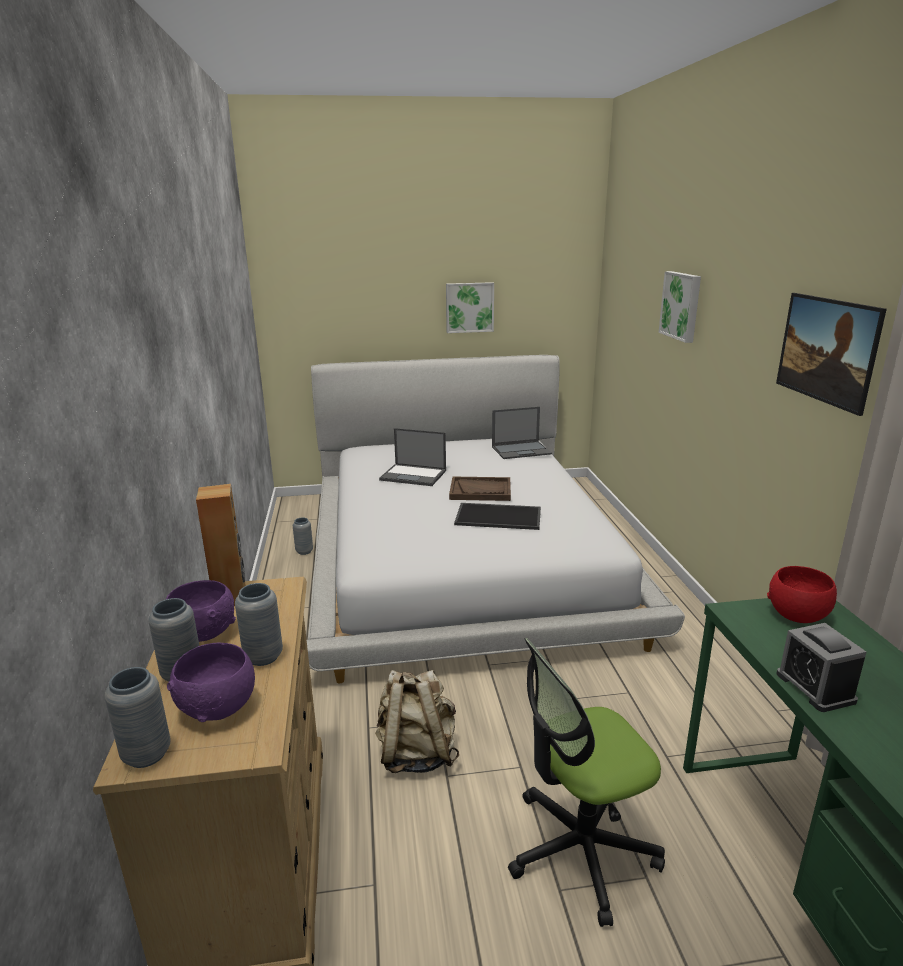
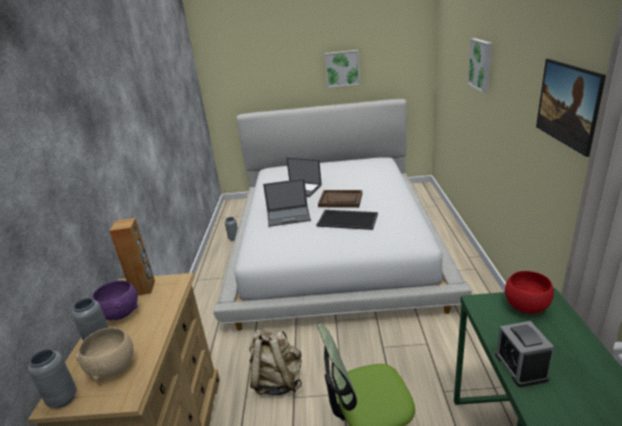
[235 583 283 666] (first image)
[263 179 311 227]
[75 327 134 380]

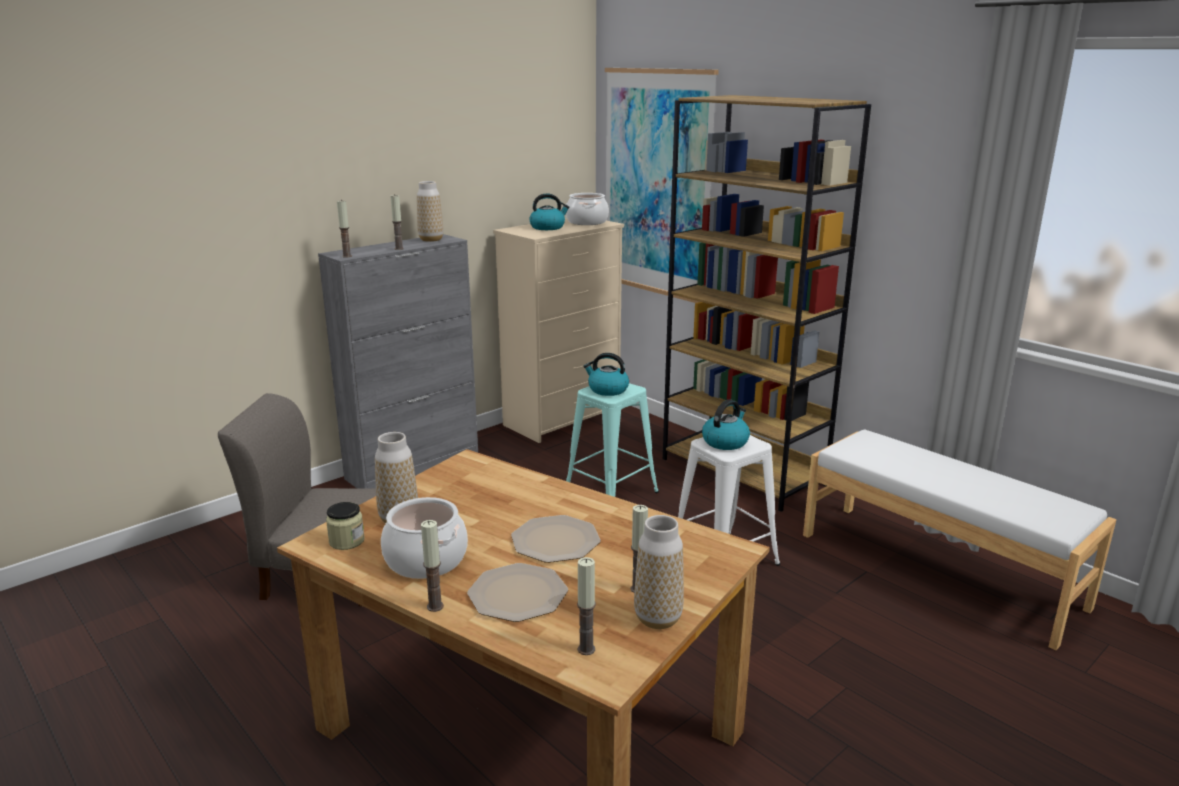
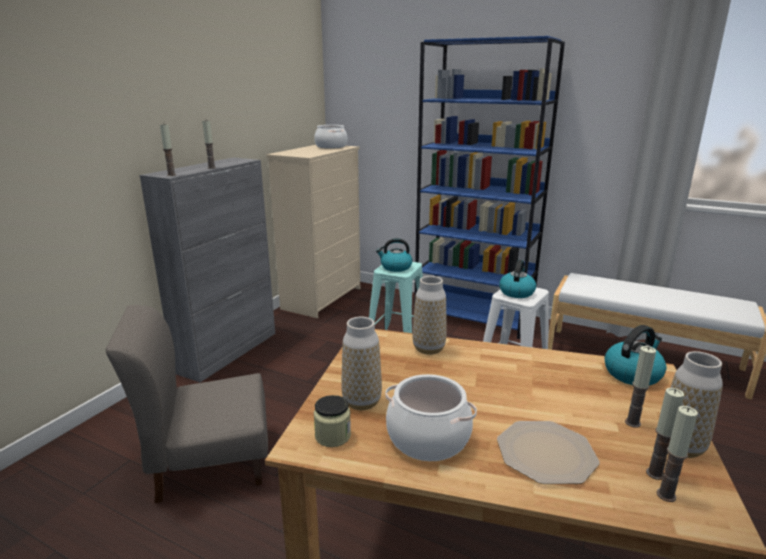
[511 515 601 563] (first image)
[605 68 719 303] (first image)
[413 276 446 355]
[646 388 684 480]
[605 325 667 386]
[414 36 565 339]

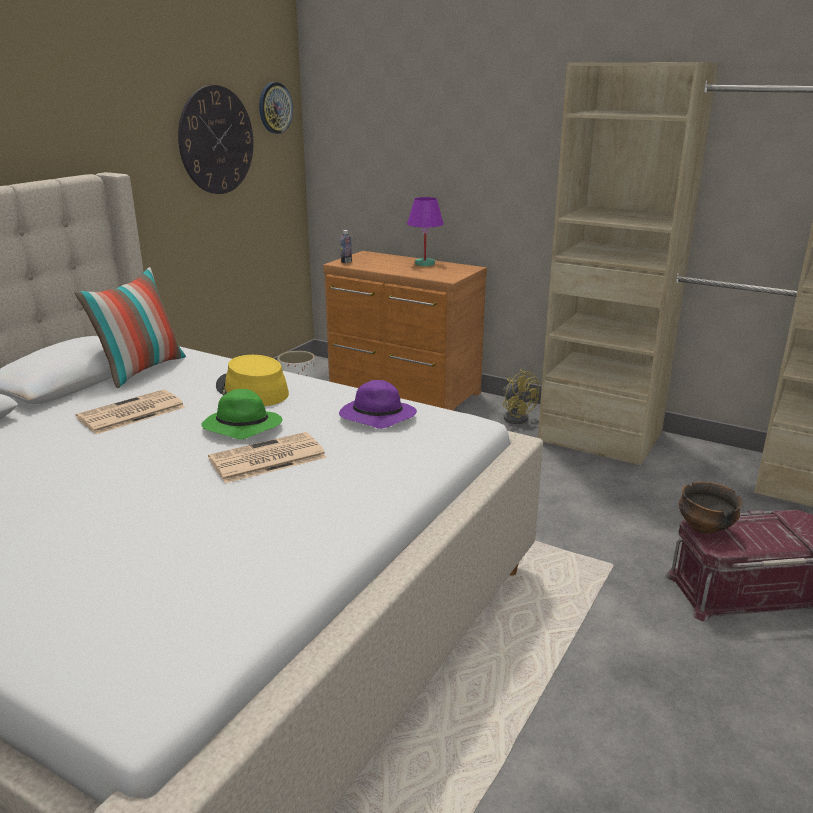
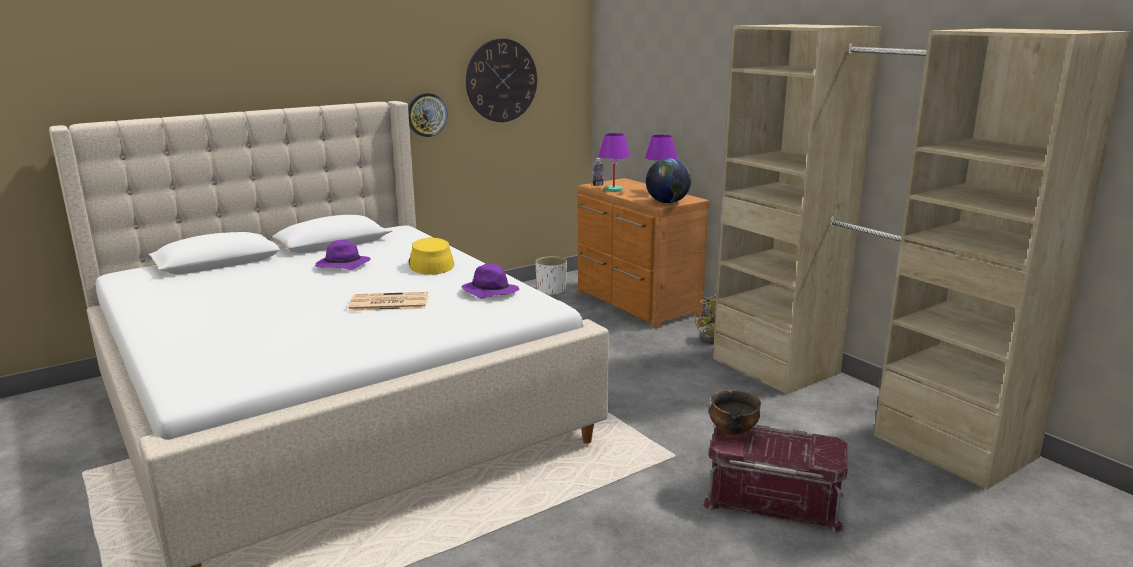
[74 267 186 388] (first image)
[201 389 283 439] (first image)
[598 133 630 192]
[646 158 691 203]
[408 93 447 137]
[315 240 371 270]

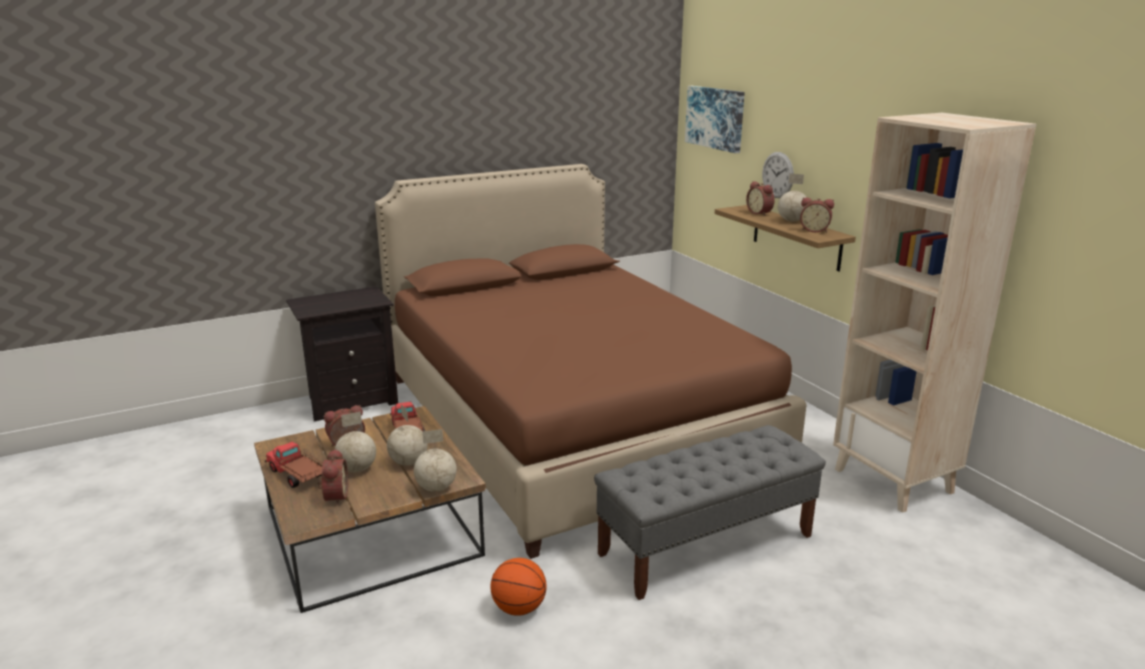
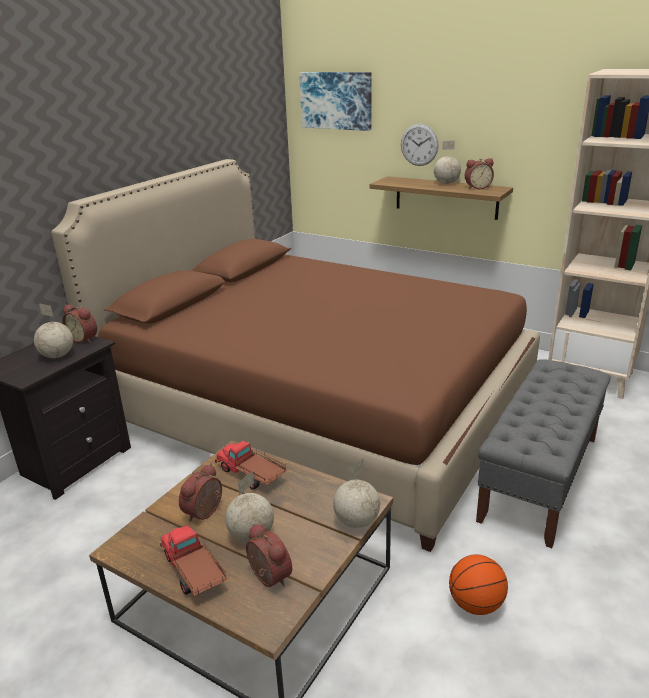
[34 303 73 358]
[62 304 97 343]
[160 525 228 596]

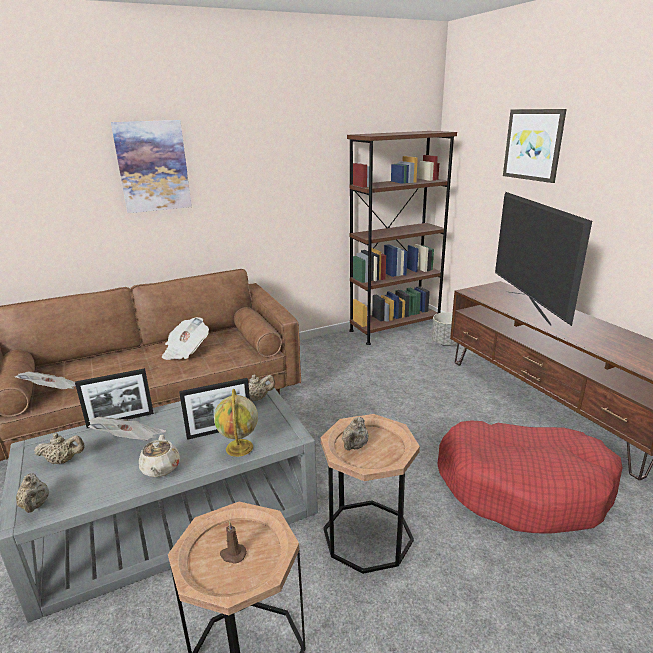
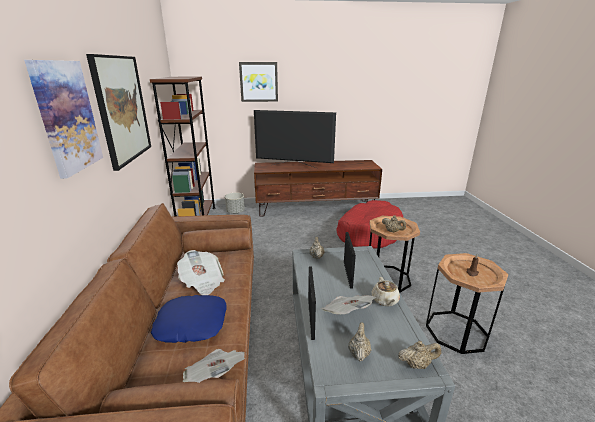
[214 389 258 457] (first image)
[86 54 151 171]
[151 295 227 343]
[372 277 400 306]

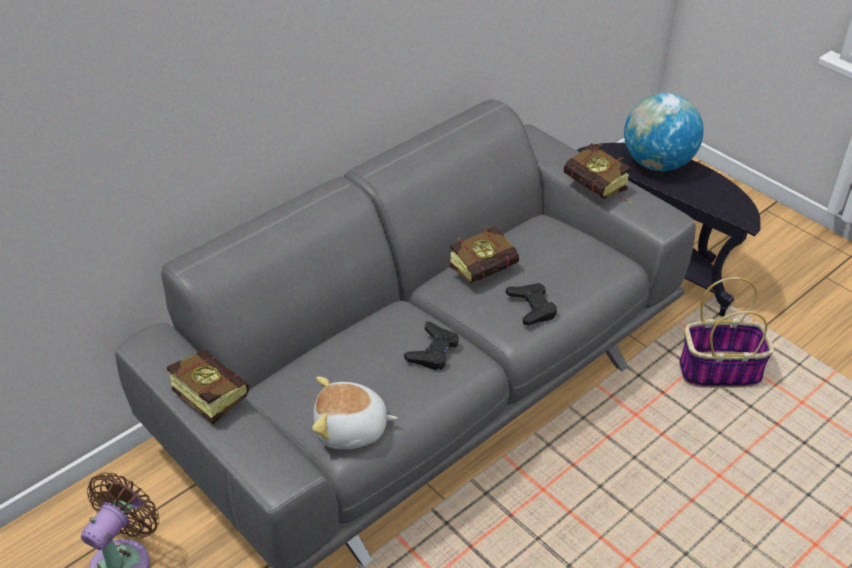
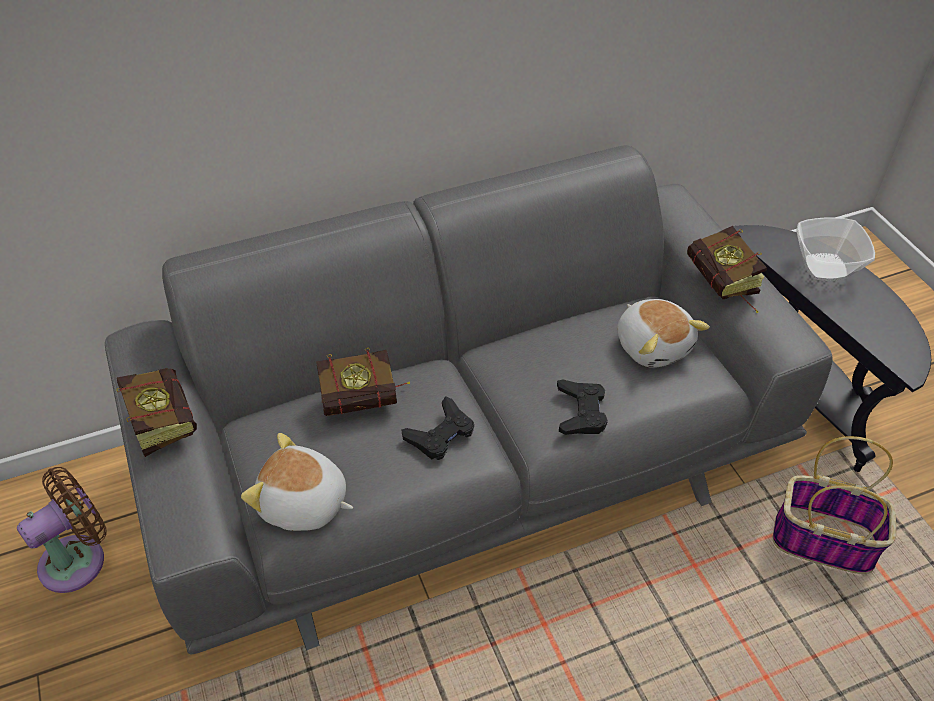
[617 299 710 368]
[316 348 410 416]
[797 217 875 281]

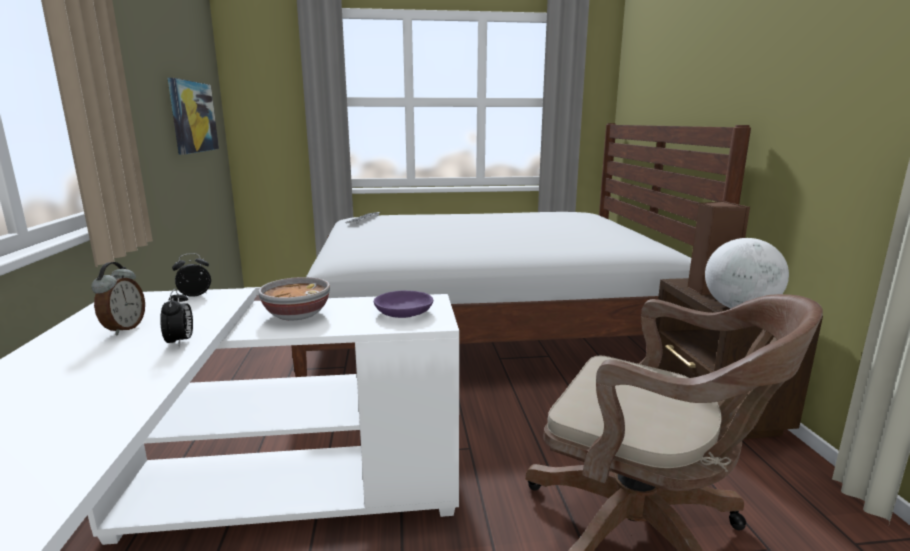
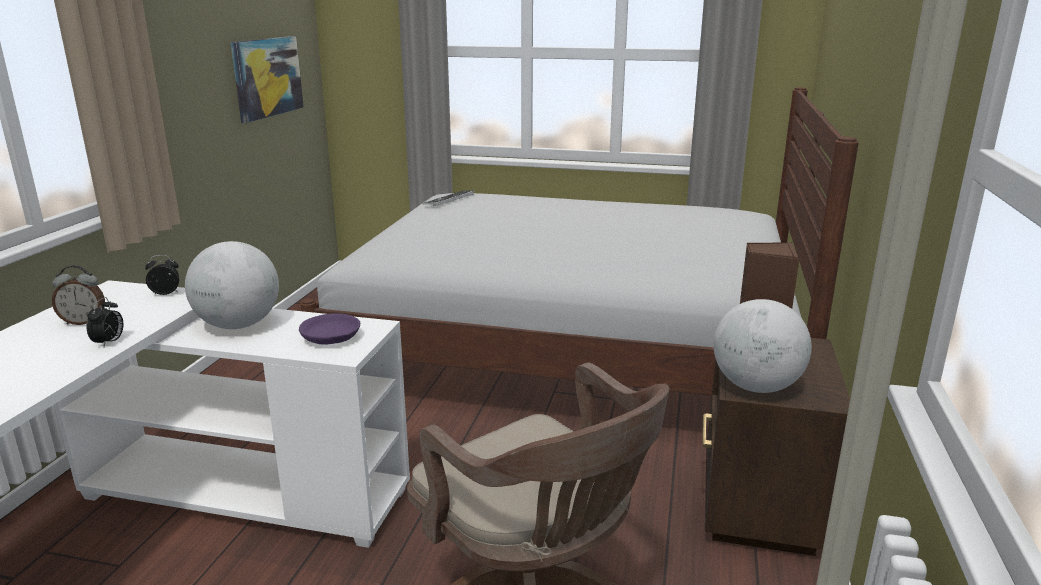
[185 241 279 329]
[52 265 105 325]

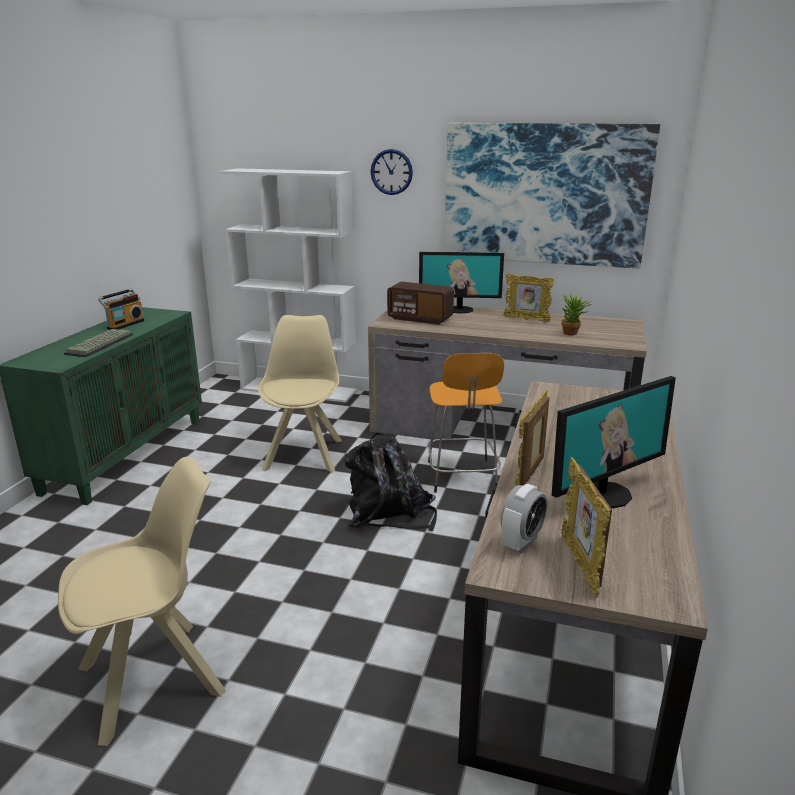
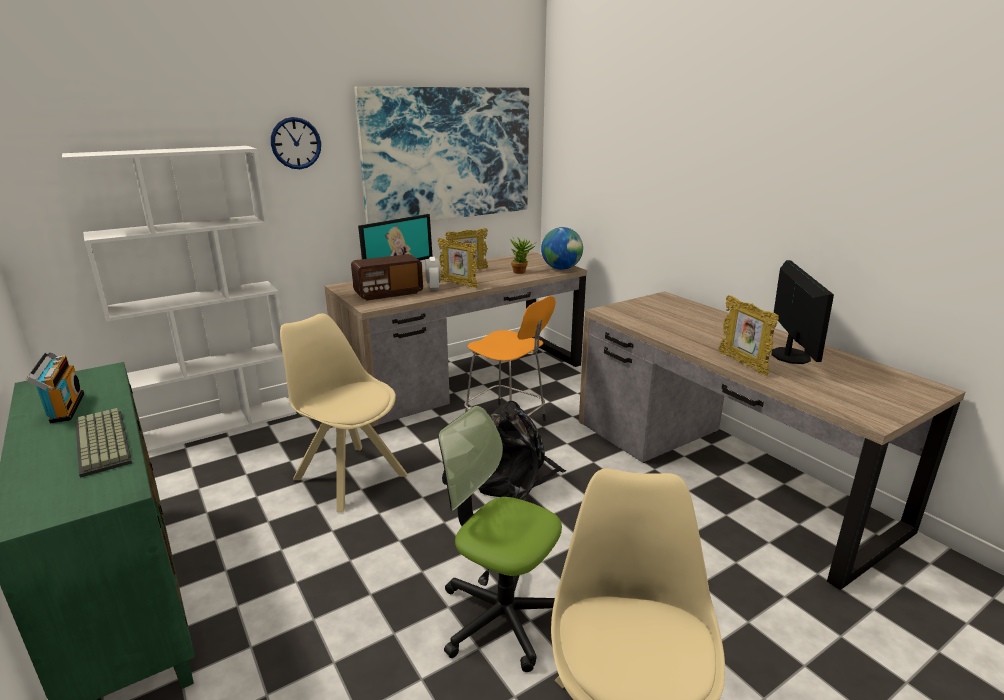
[438 406 562 672]
[541 227 583 270]
[425 257 441 290]
[438 238 478 288]

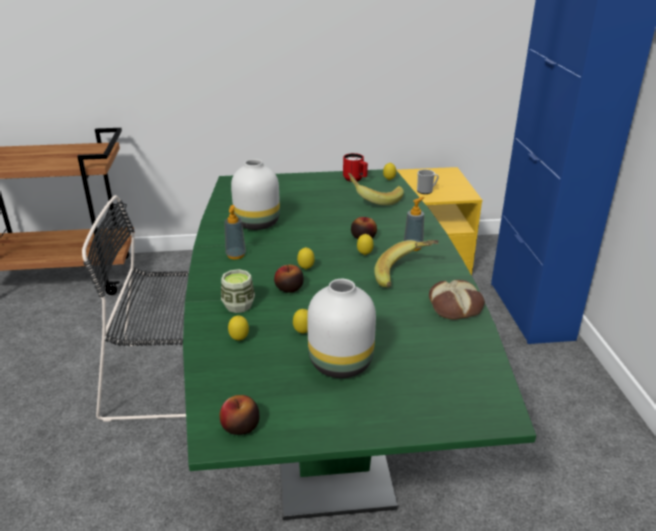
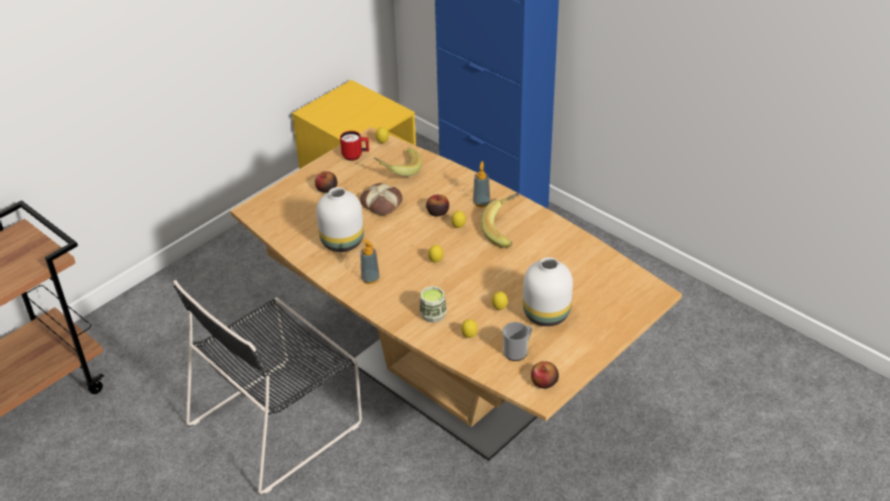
[315 171 337 193]
[503 322 533 361]
[360 183 403 215]
[230 127 682 461]

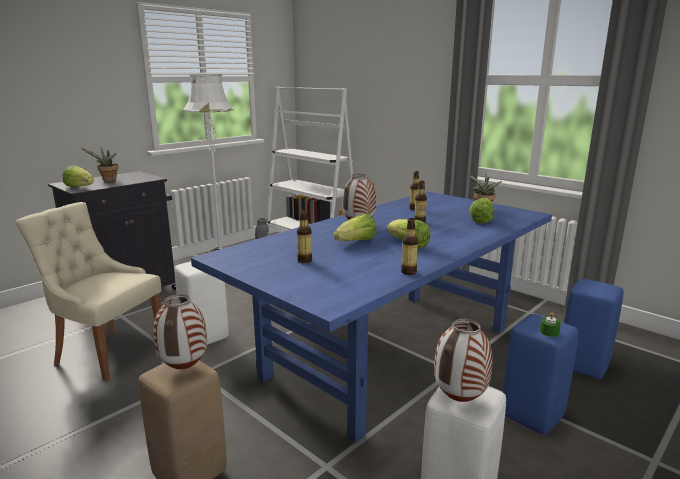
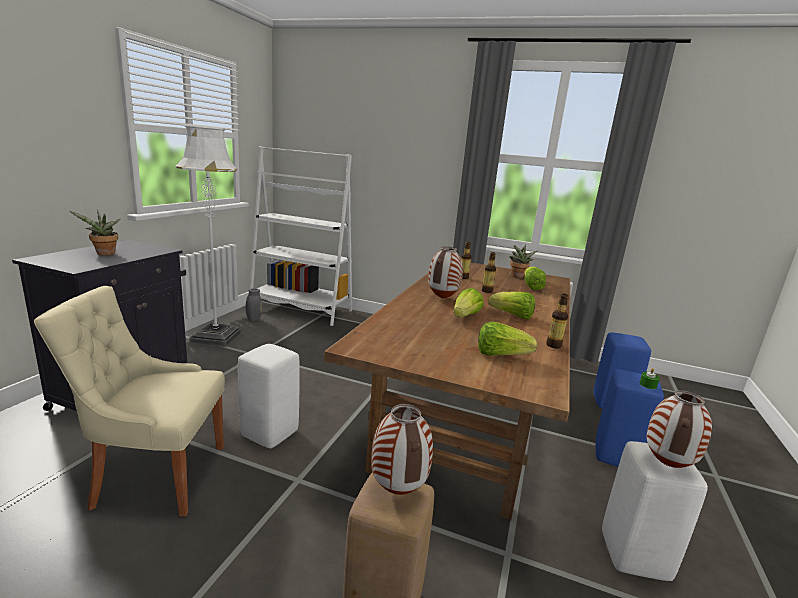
[297 209 312 263] (first image)
[478 321 537 356]
[324 263 570 520]

